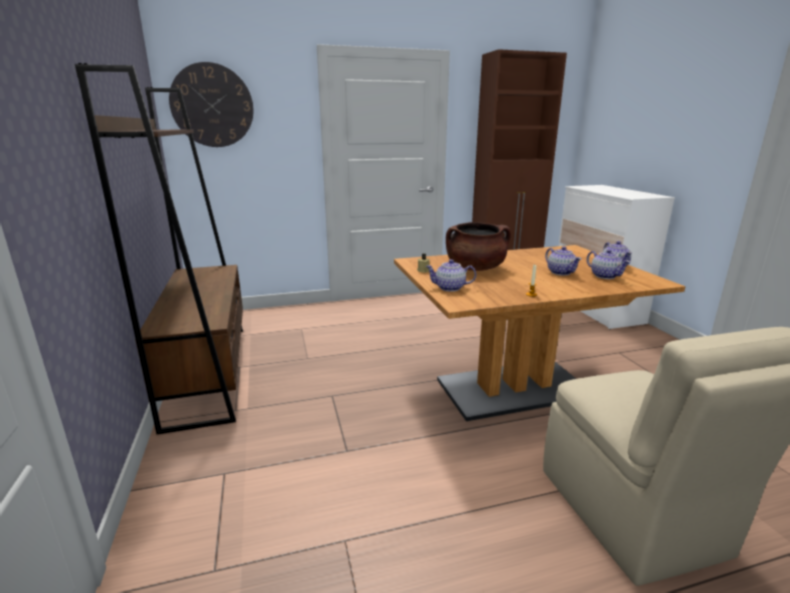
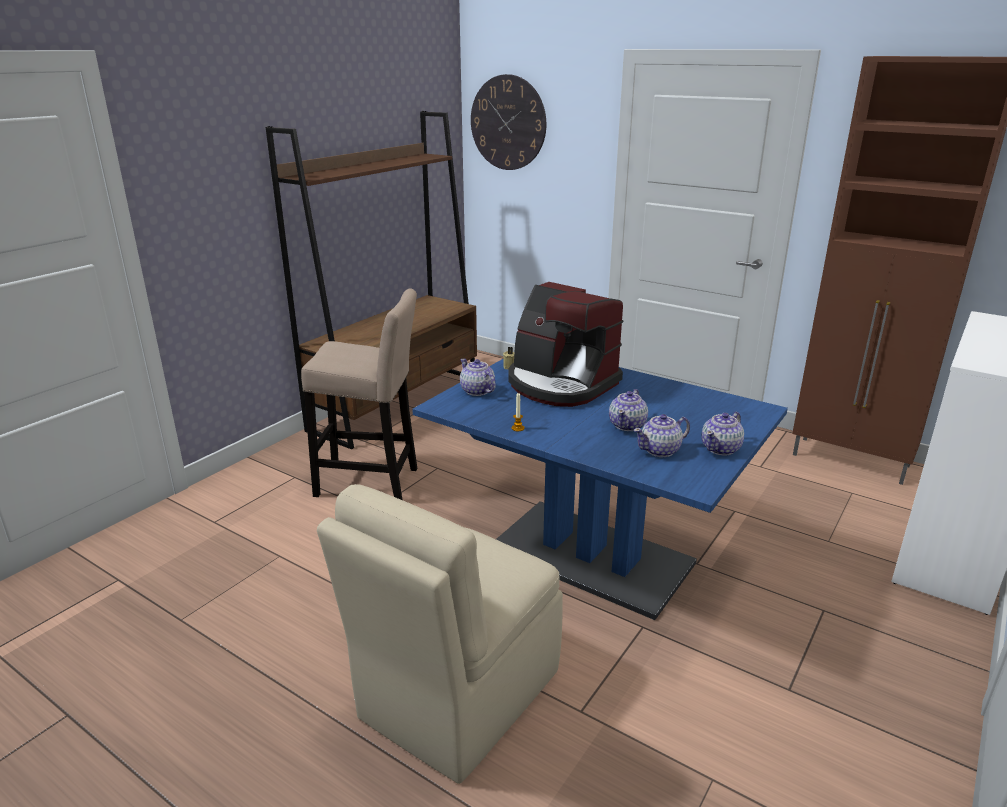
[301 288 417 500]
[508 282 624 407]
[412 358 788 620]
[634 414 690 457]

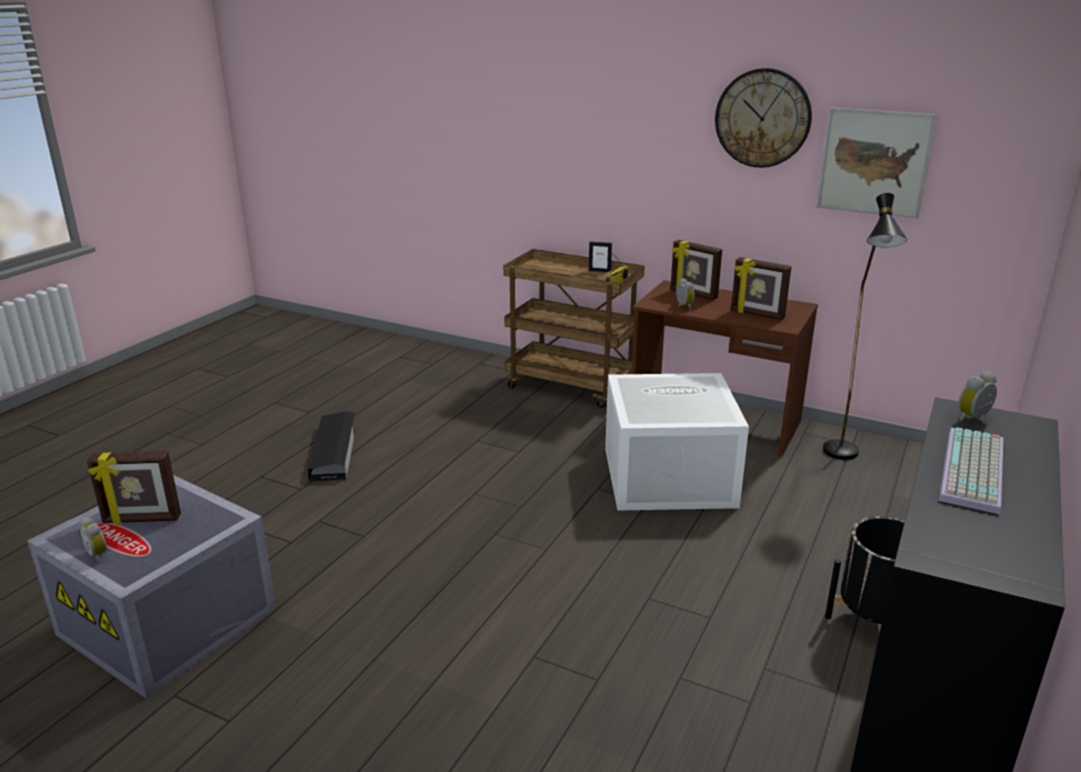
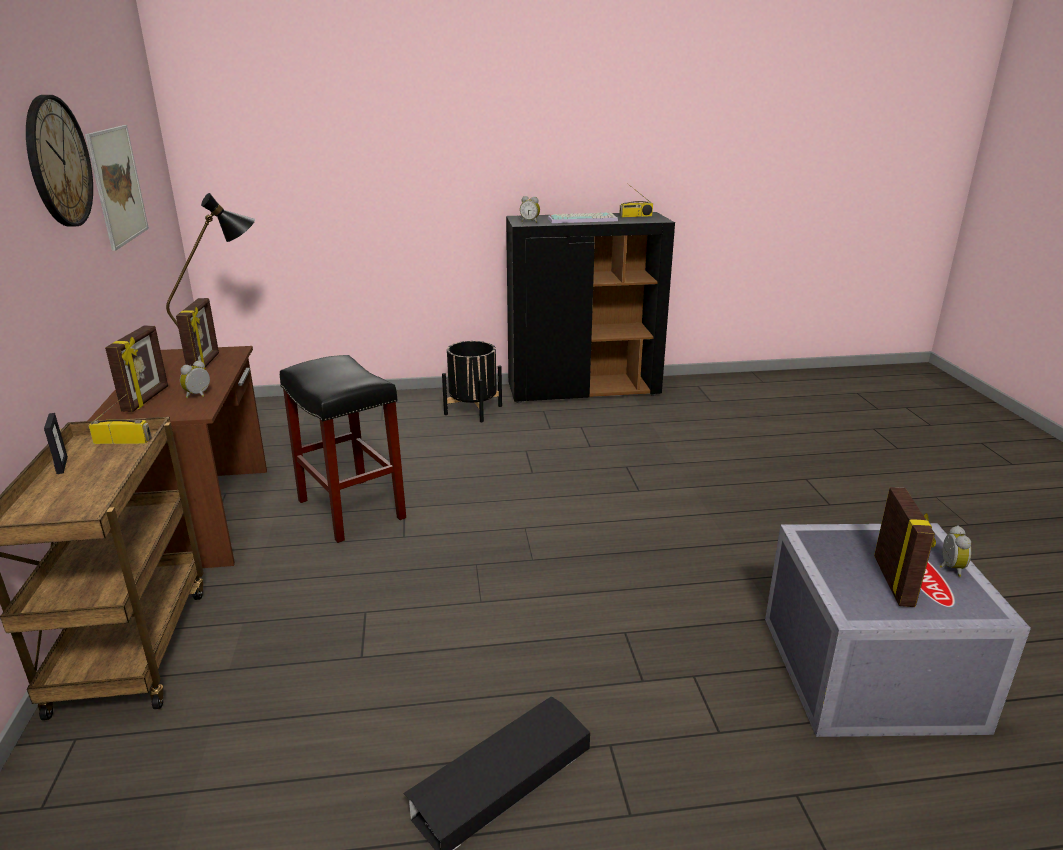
[619 183 653 217]
[280 355 406 543]
[874 487 936 607]

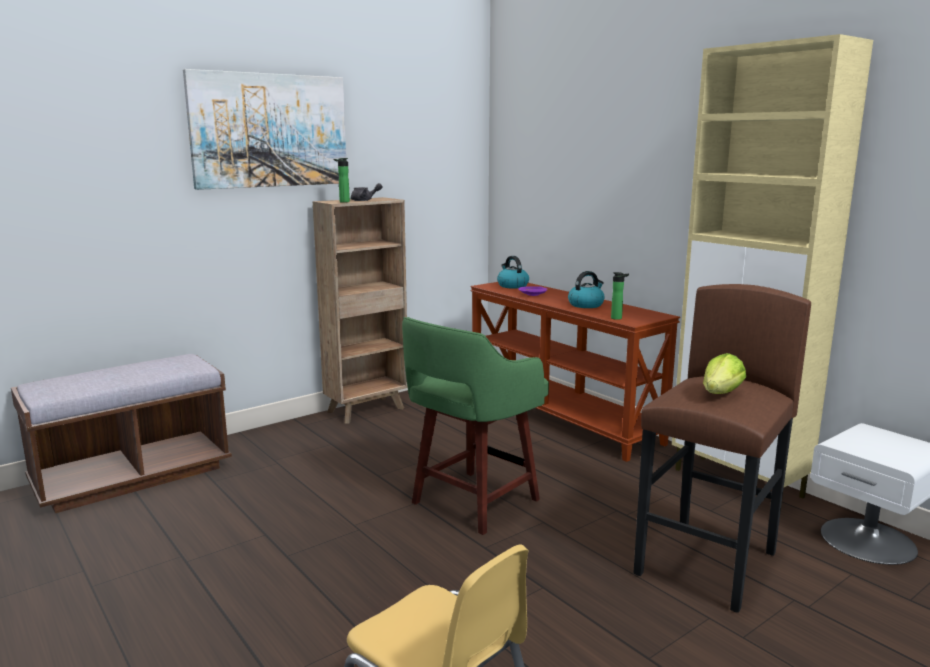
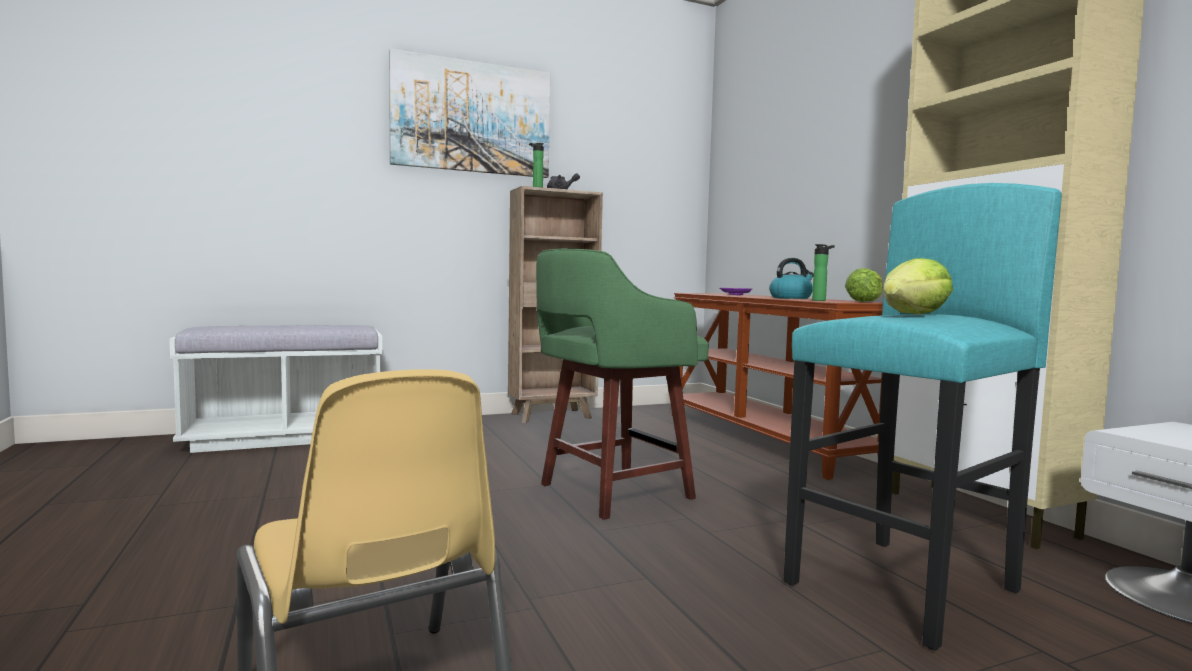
[497 256 529 289] (first image)
[845 268 883 302]
[169 325 383 453]
[784 183 1062 650]

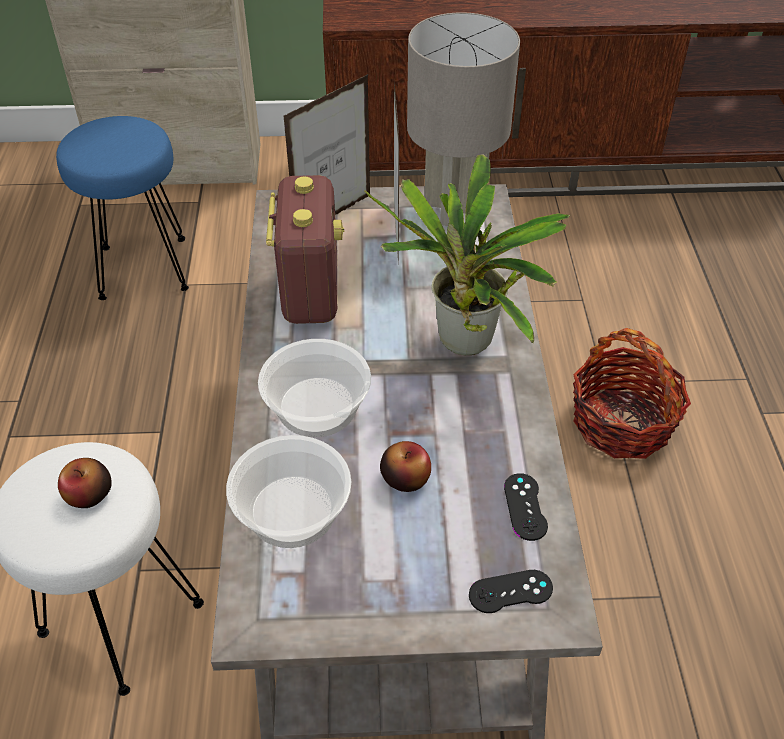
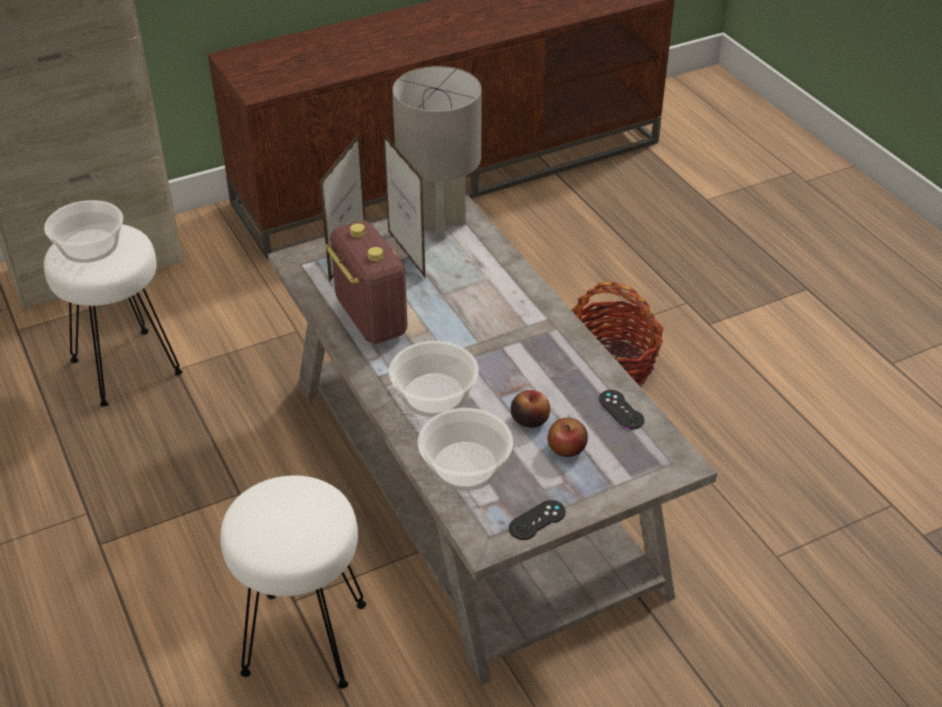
[364 154 570 355] (first image)
[44 200 123 263]
[547 418 588 457]
[509 500 566 540]
[44 224 182 407]

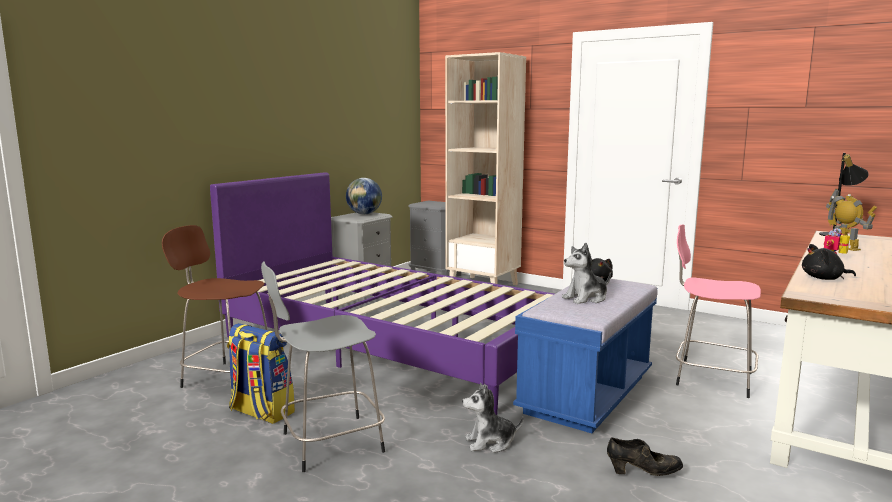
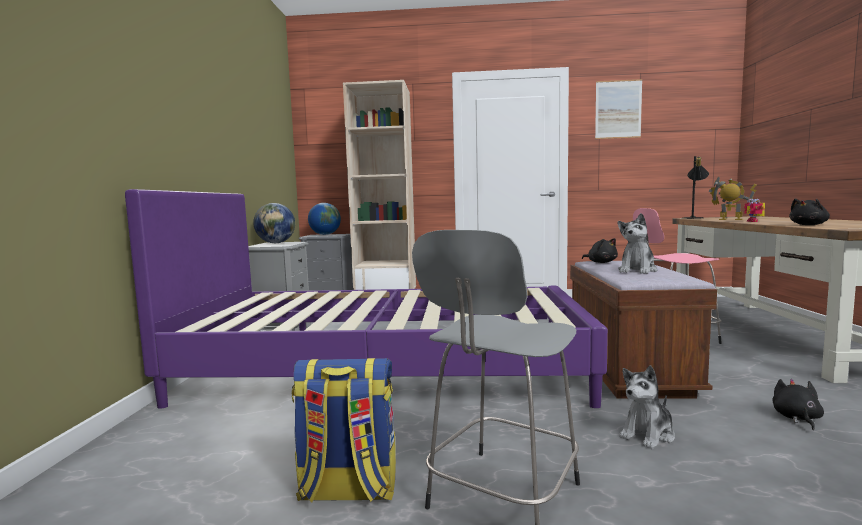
[162 225 268 388] (first image)
[308 203 341 235]
[595 79 642 139]
[773 379 824 430]
[570 261 717 399]

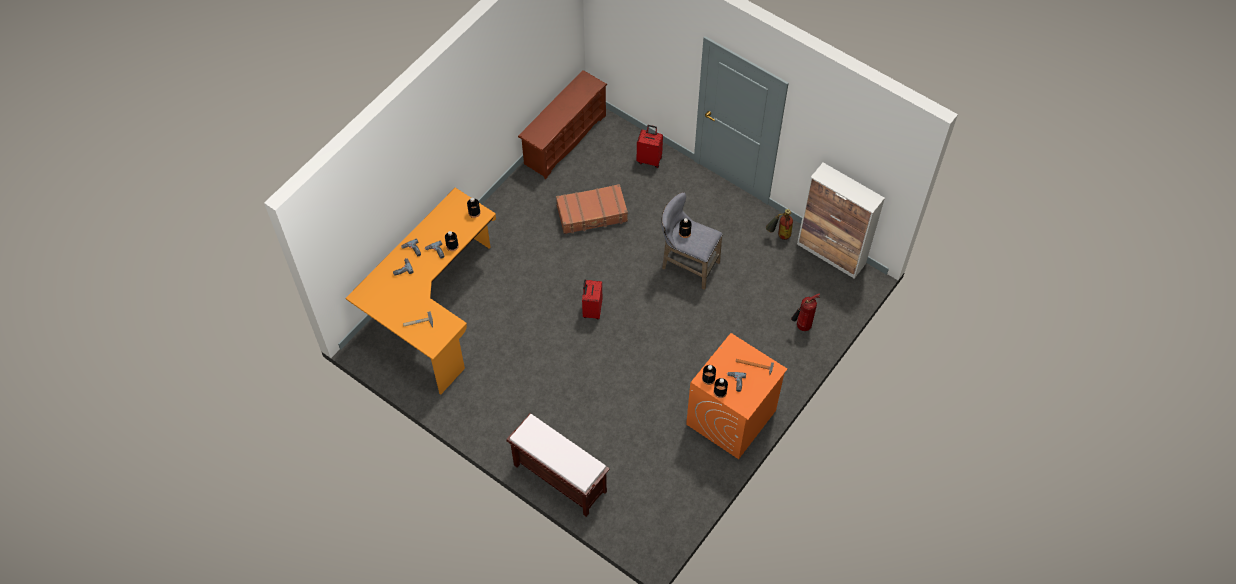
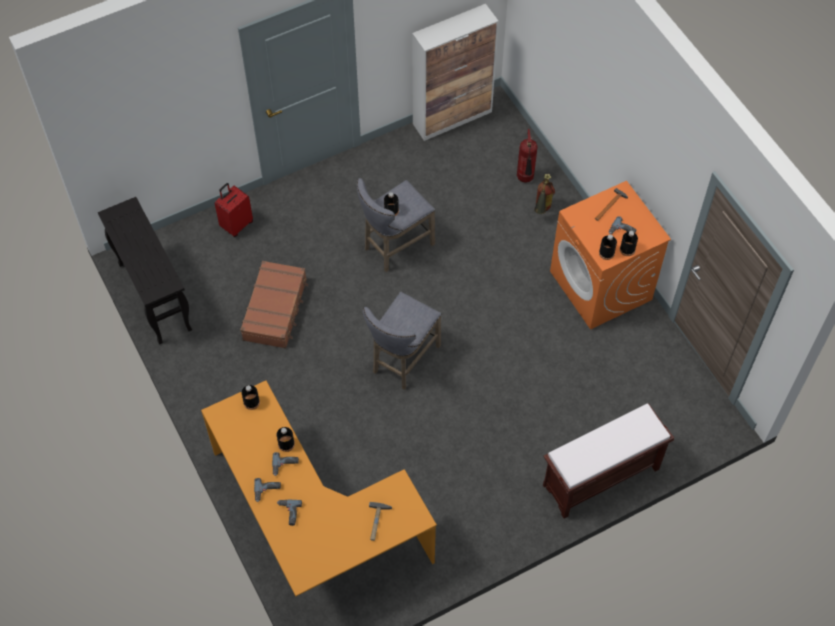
[534 174 555 214]
[98 197 192 345]
[363 292 441 389]

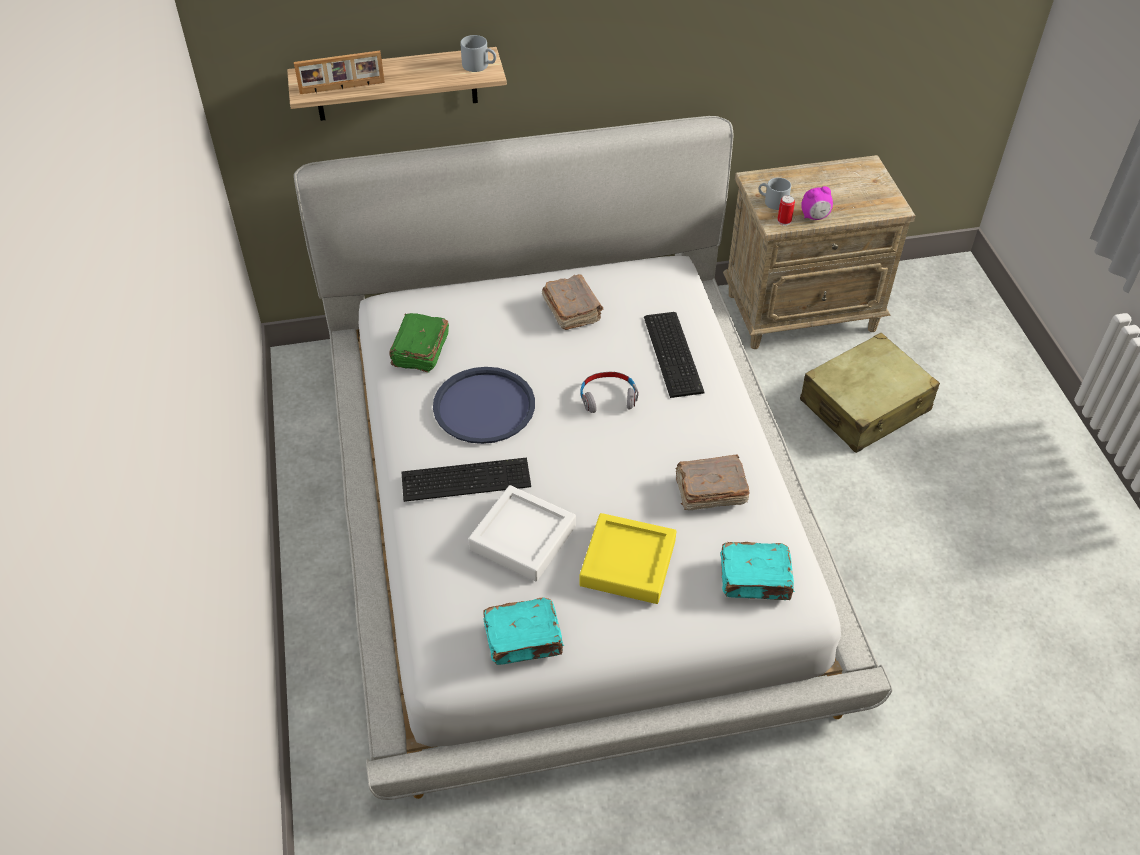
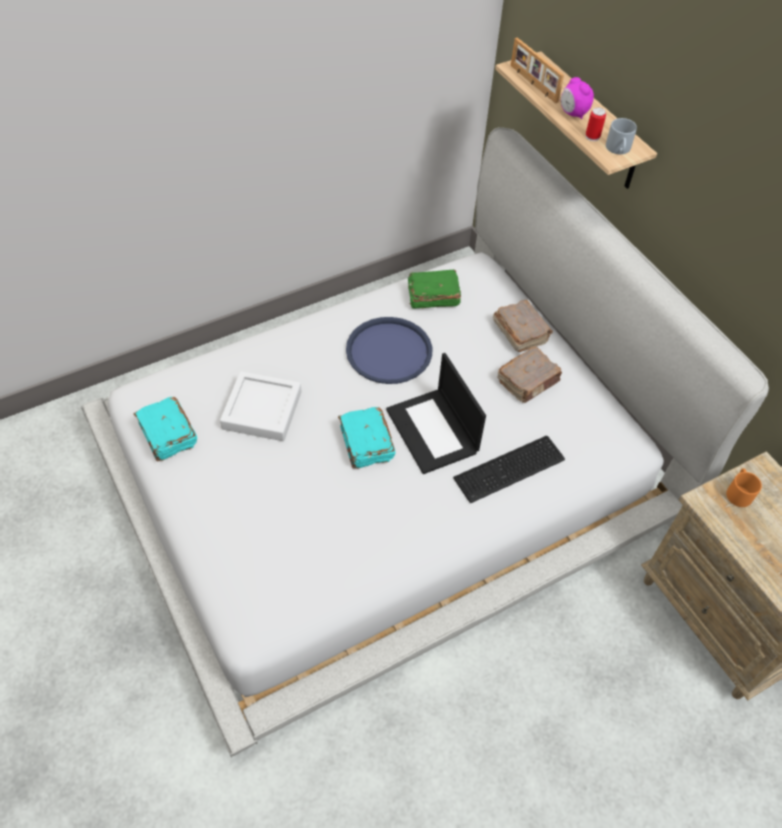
[402 457 531 502] (first image)
[579 513 676 604] (first image)
[800 333 940 453] (first image)
[493 300 553 352]
[338 407 395 469]
[586 107 606 141]
[561 77 594 119]
[386 353 486 474]
[726 468 762 507]

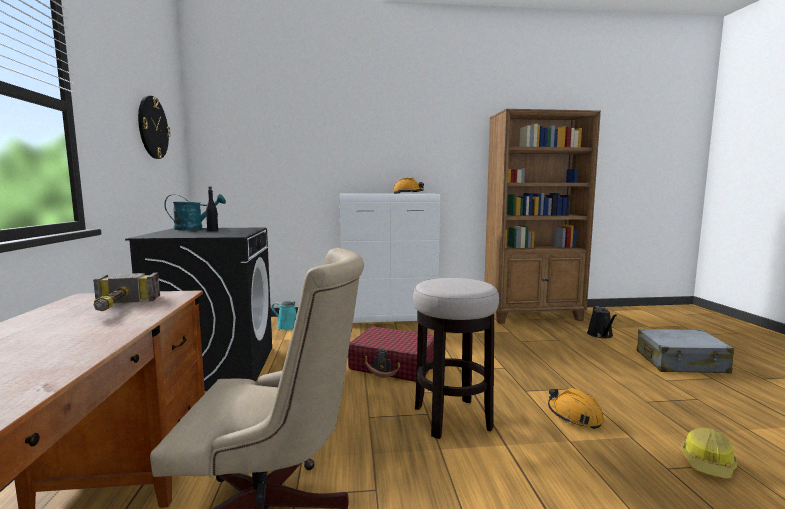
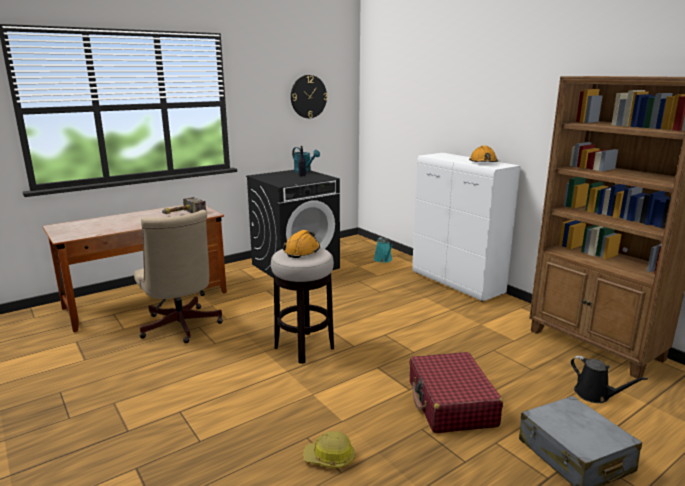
[409 352 503 433]
[283 230 320 258]
[571 356 648 403]

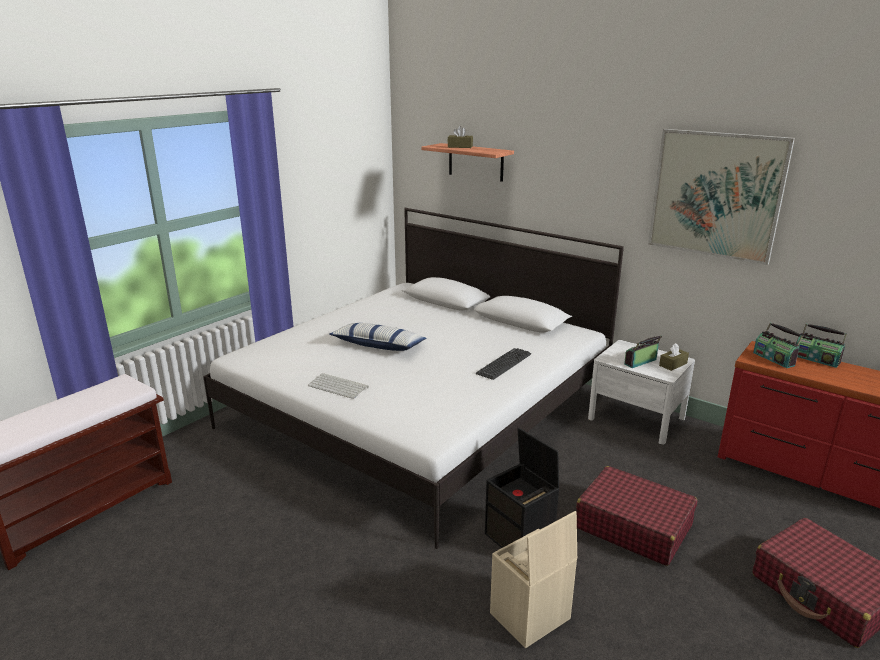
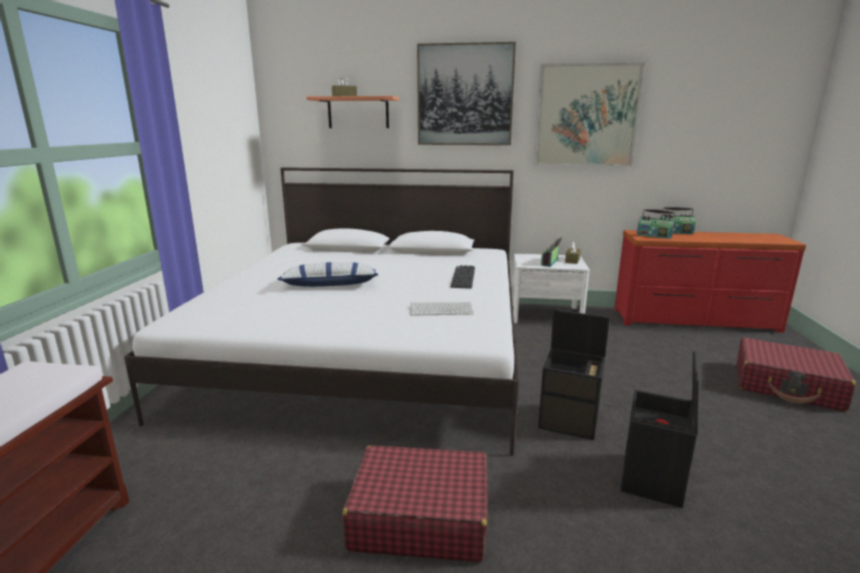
[417 42 516 145]
[410 302 473 315]
[342 445 488 562]
[620 351 699 508]

